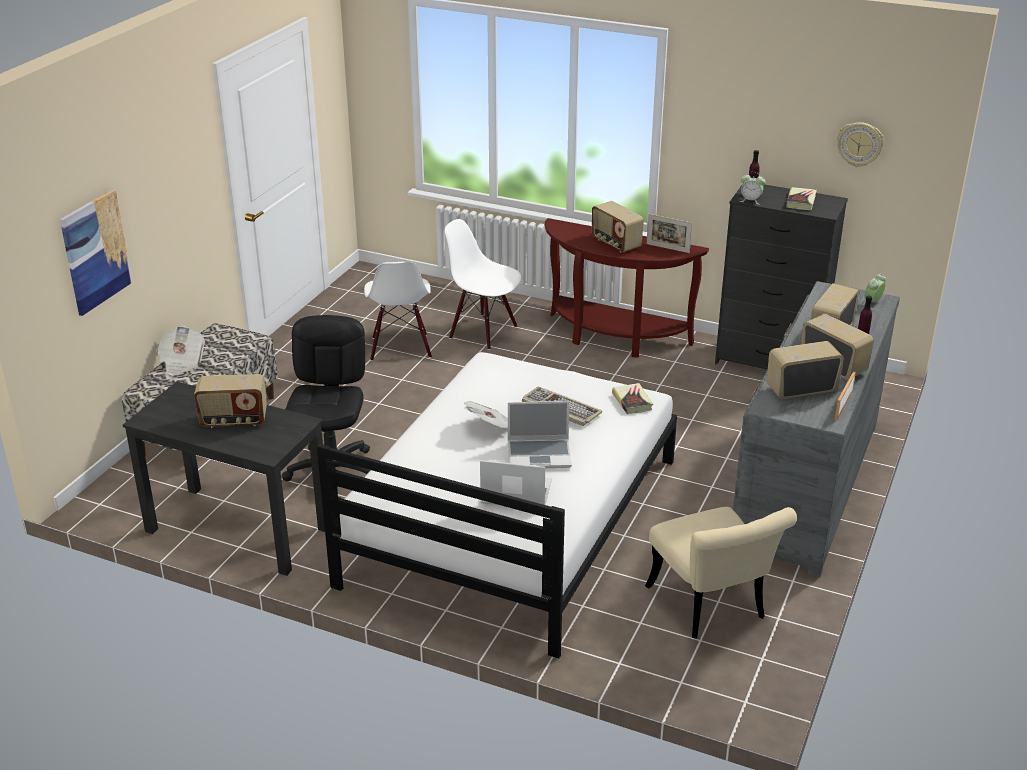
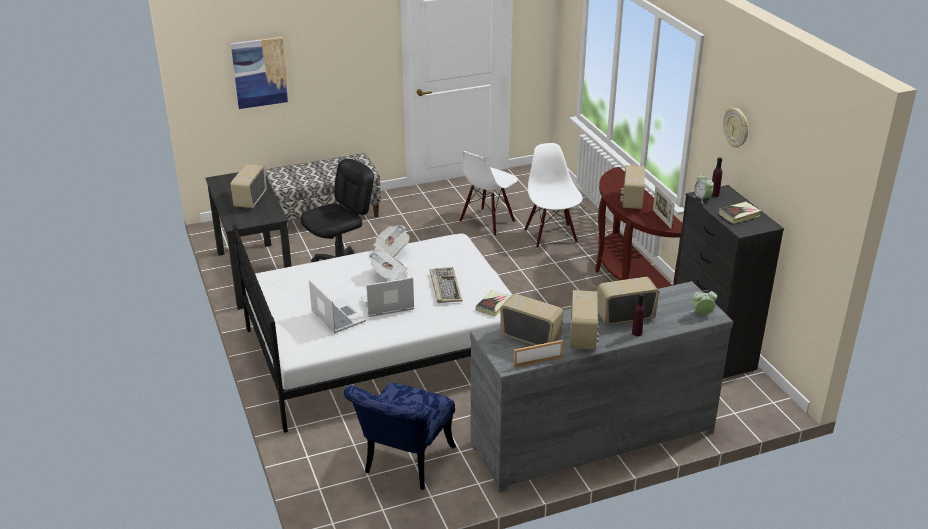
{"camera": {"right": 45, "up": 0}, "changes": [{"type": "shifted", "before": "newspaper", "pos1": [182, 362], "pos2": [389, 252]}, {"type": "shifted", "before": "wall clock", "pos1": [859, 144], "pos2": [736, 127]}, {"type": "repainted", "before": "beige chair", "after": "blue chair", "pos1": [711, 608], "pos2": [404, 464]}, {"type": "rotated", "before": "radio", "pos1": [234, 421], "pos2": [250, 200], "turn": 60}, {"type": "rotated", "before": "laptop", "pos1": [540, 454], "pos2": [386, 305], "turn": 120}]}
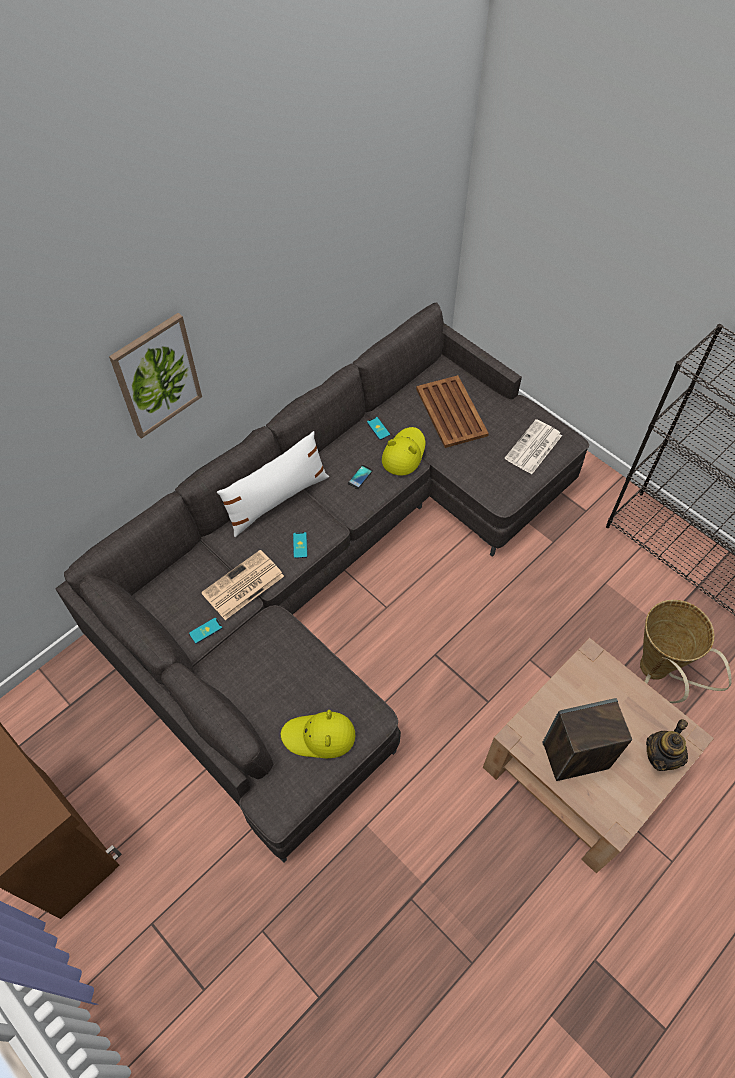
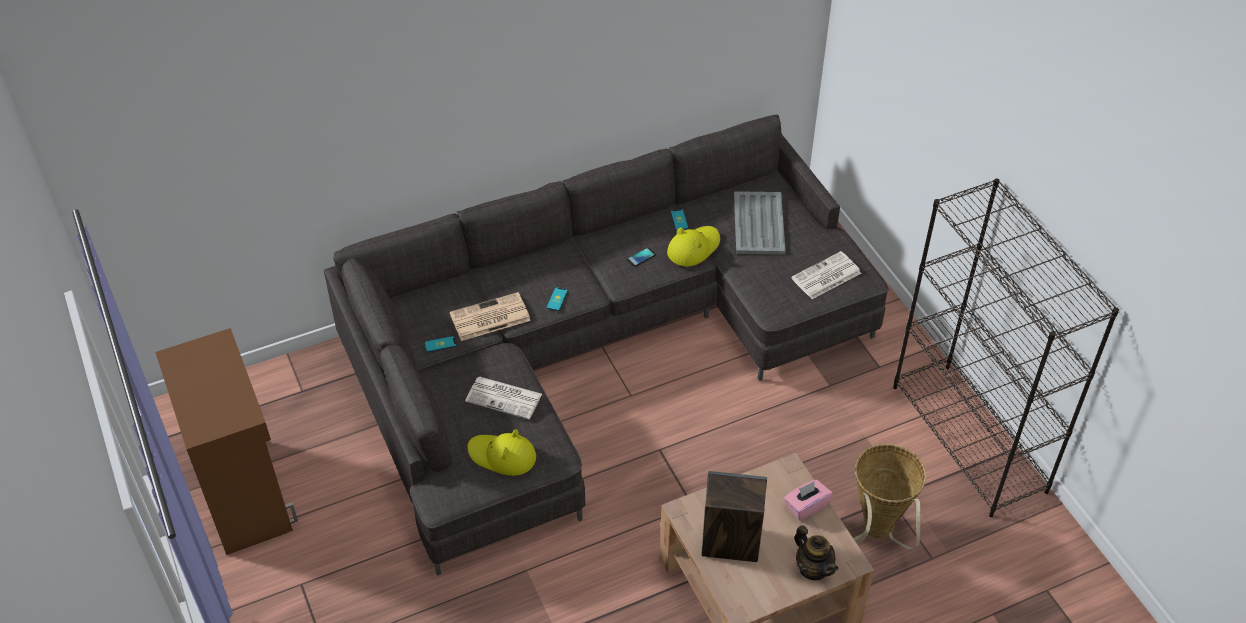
{"camera": {"right": 20, "up": -10}, "changes": [{"type": "gone", "before": "picture", "pos1": [156, 376]}, {"type": "gone", "before": "white pillow", "pos1": [276, 499]}, {"type": "new", "after": "newspaper", "pos2": [505, 398]}, {"type": "new", "after": "pink tissue box", "pos2": [806, 506]}, {"type": "repainted", "before": "brown tray", "after": "grey tray", "pos1": [451, 411], "pos2": [759, 223]}, {"type": "rotated", "before": "teapot", "pos1": [661, 756], "pos2": [813, 568], "turn": -90}]}
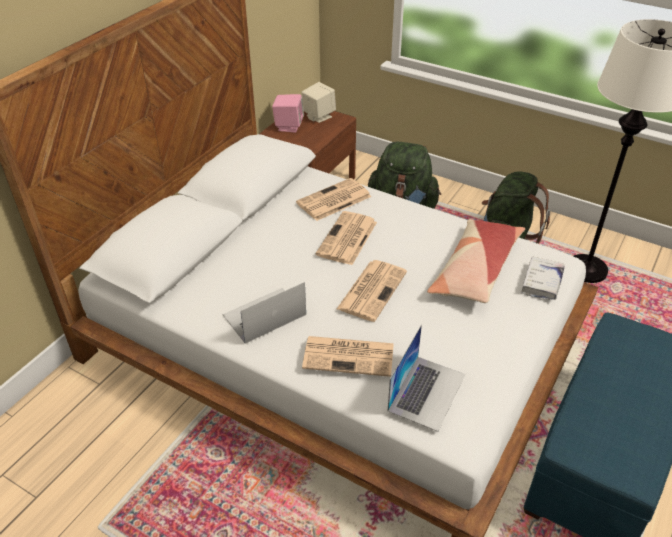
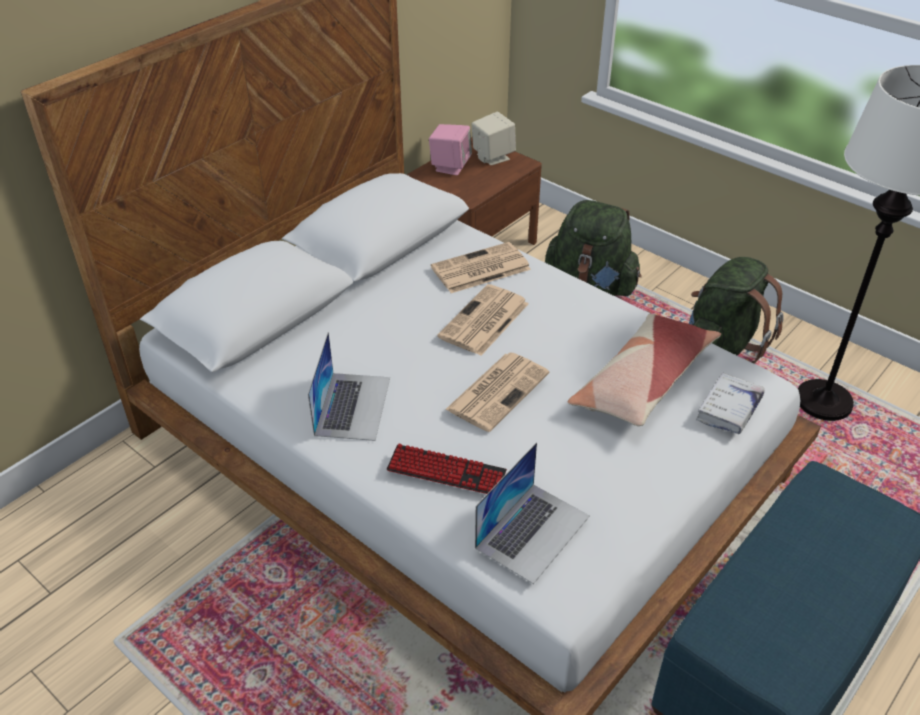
{"camera": {"right": 10, "up": 0}, "changes": [{"type": "swapped", "before": "newspaper", "after": "keyboard", "pos1": [350, 356], "pos2": [446, 471]}, {"type": "rotated", "before": "laptop", "pos1": [264, 315], "pos2": [352, 405], "turn": 120}]}
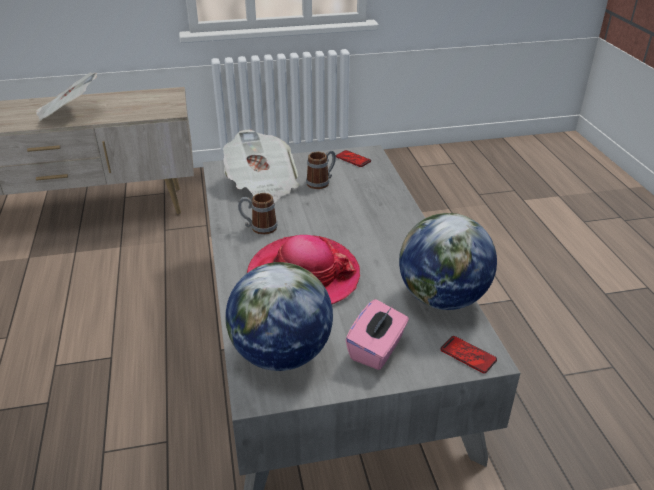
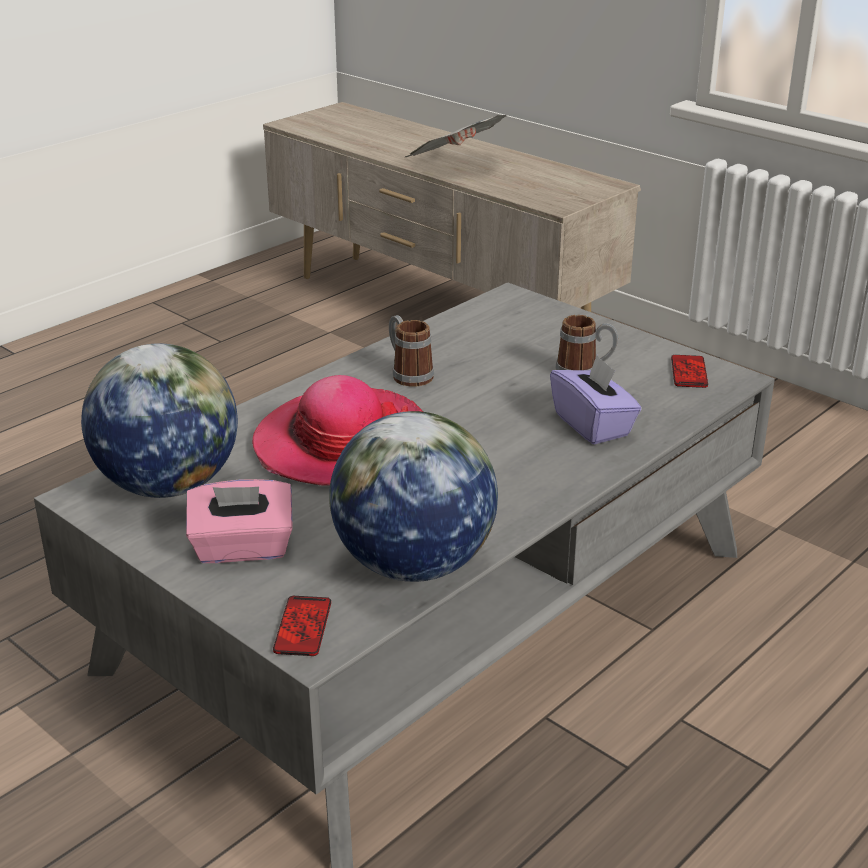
{"camera": {"right": 55, "up": -5}, "changes": [{"type": "gone", "before": "newspaper", "pos1": [262, 185]}, {"type": "new", "after": "purple tissue box", "pos2": [593, 425]}]}
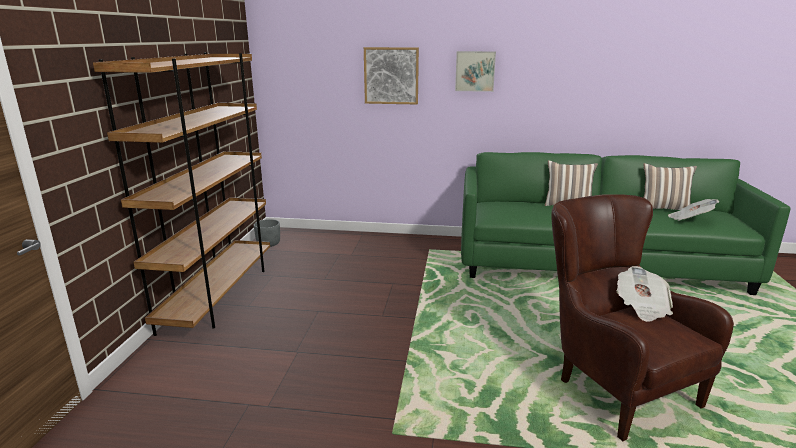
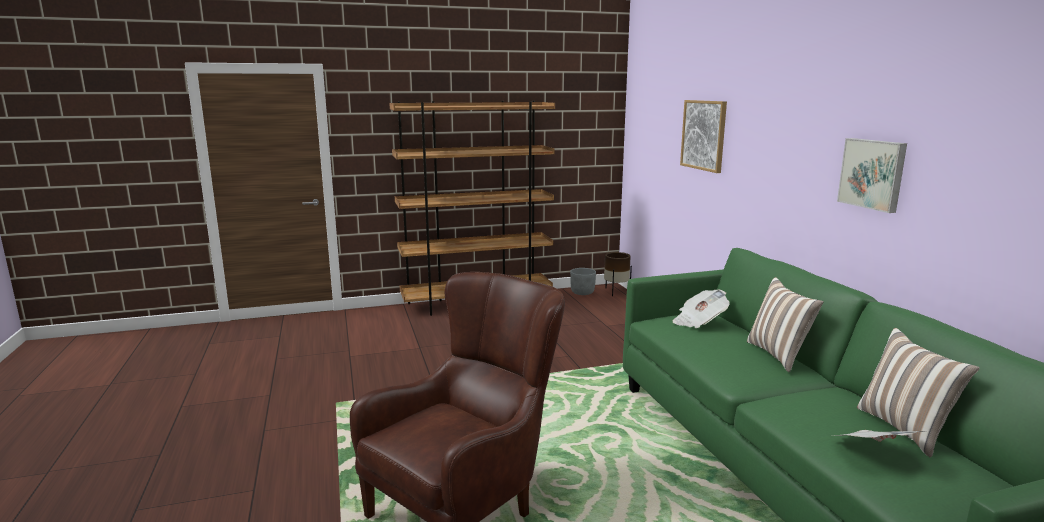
{"camera": {"right": 65, "up": -5}, "changes": [{"type": "new", "after": "brown planter", "pos2": [616, 291]}, {"type": "shifted", "before": "picture", "pos1": [475, 71], "pos2": [873, 174]}, {"type": "shifted", "before": "newspaper", "pos1": [642, 307], "pos2": [699, 322]}]}
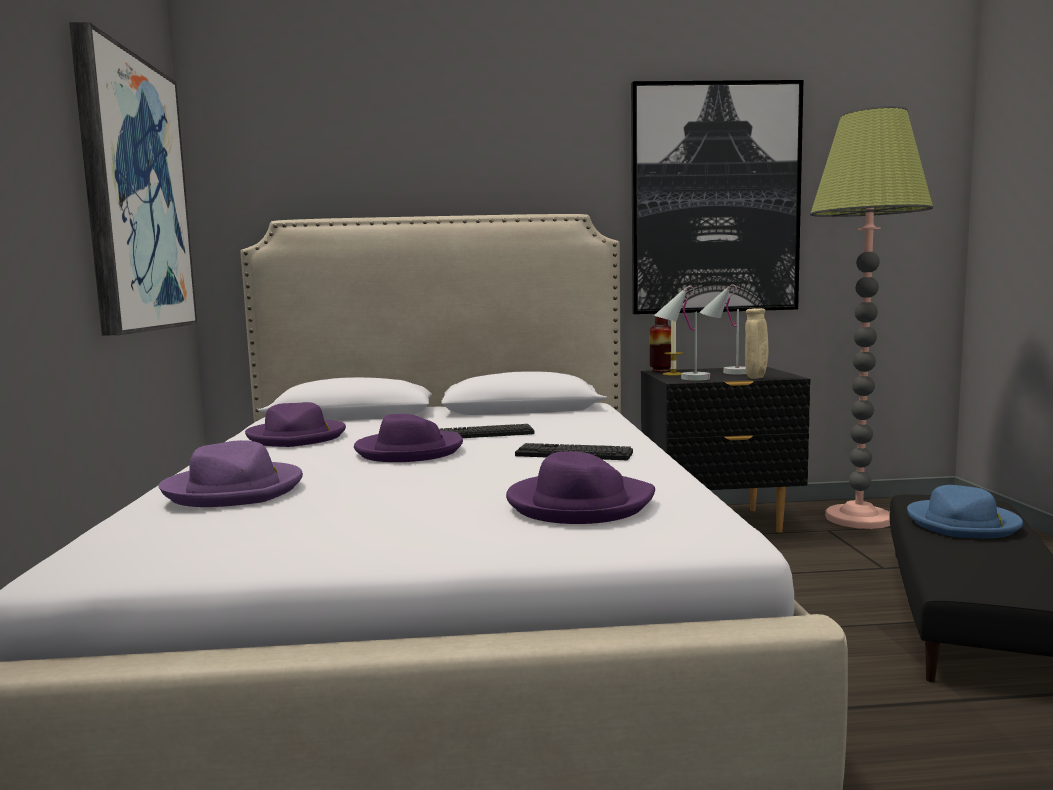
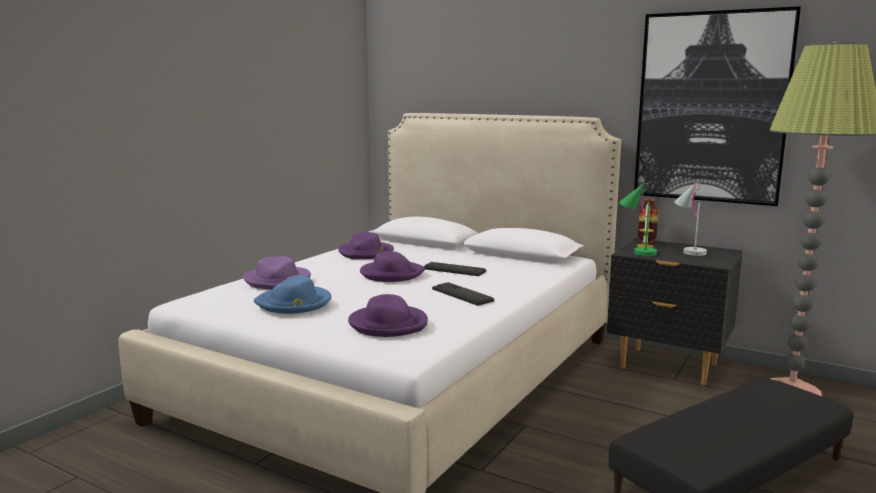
{"camera": {"right": 35, "up": 5}, "changes": [{"type": "gone", "before": "picture", "pos1": [134, 196]}, {"type": "gone", "before": "beige vase", "pos1": [756, 378]}, {"type": "shifted", "before": "blue hat", "pos1": [963, 524], "pos2": [294, 303]}, {"type": "repainted", "before": "white table lamp", "after": "green table lamp", "pos1": [681, 378], "pos2": [635, 252]}]}
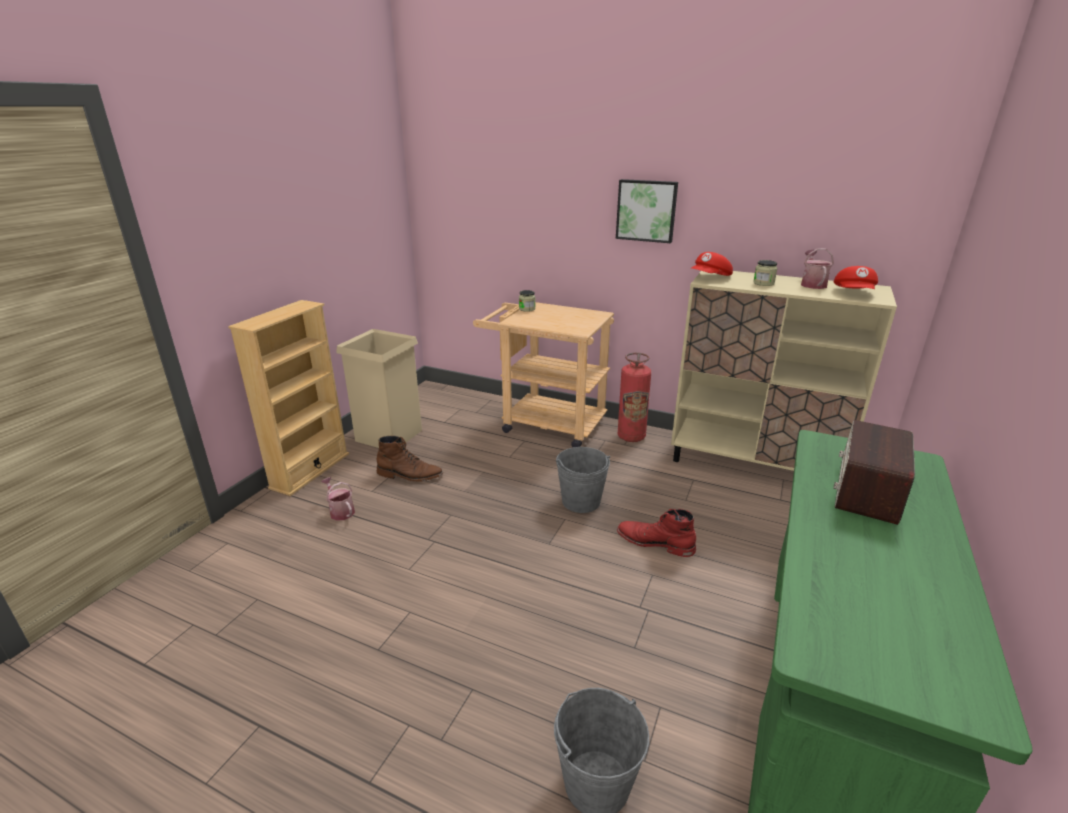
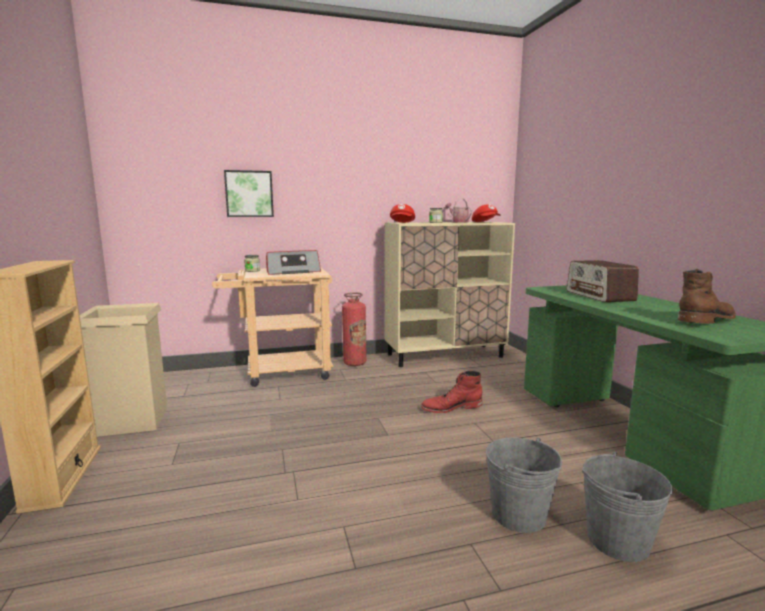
{"camera": {"right": -40, "up": -15}, "changes": [{"type": "gone", "before": "watering can", "pos1": [340, 511]}, {"type": "new", "after": "radio", "pos2": [292, 272]}, {"type": "shifted", "before": "brown boot", "pos1": [410, 475], "pos2": [707, 320]}, {"type": "shifted", "before": "grey bucket", "pos1": [581, 501], "pos2": [518, 515]}, {"type": "shifted", "before": "picture", "pos1": [646, 210], "pos2": [249, 194]}]}
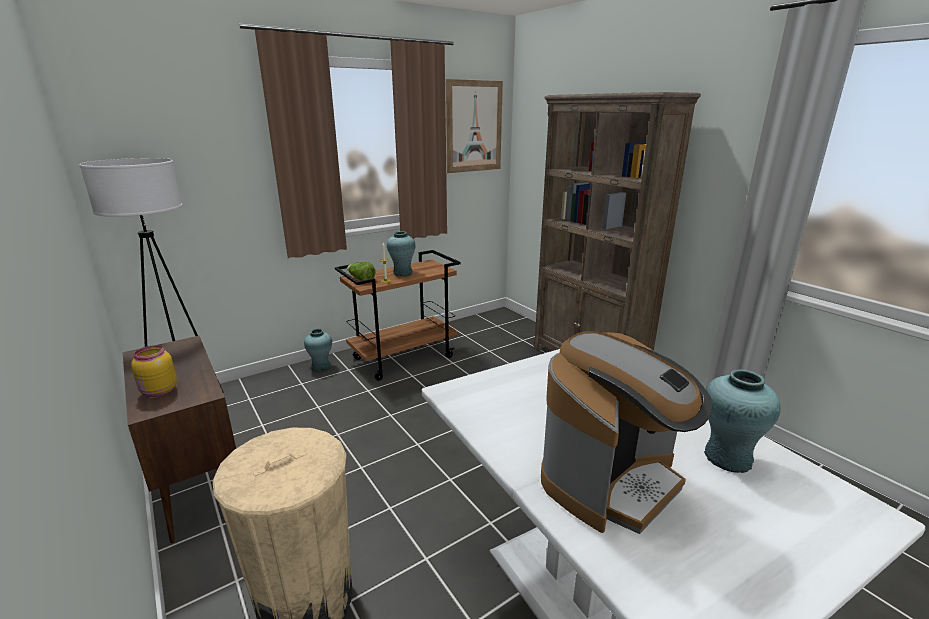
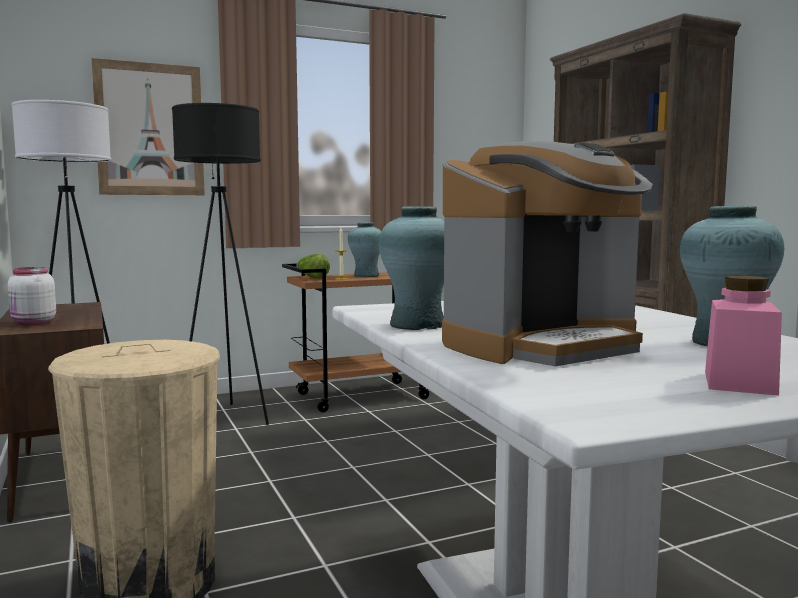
{"camera": {"right": 10, "up": -15}, "changes": [{"type": "new", "after": "black floor lamp", "pos2": [226, 418]}, {"type": "new", "after": "pink jar", "pos2": [739, 383]}, {"type": "shifted", "before": "turquoise vase", "pos1": [321, 366], "pos2": [418, 325]}, {"type": "shifted", "before": "picture", "pos1": [474, 127], "pos2": [150, 130]}, {"type": "repainted", "before": "yellow jar", "after": "white jar", "pos1": [159, 391], "pos2": [33, 323]}]}
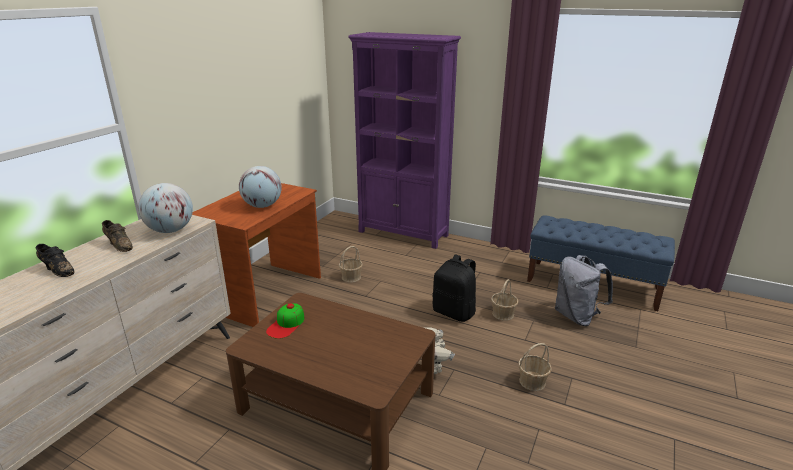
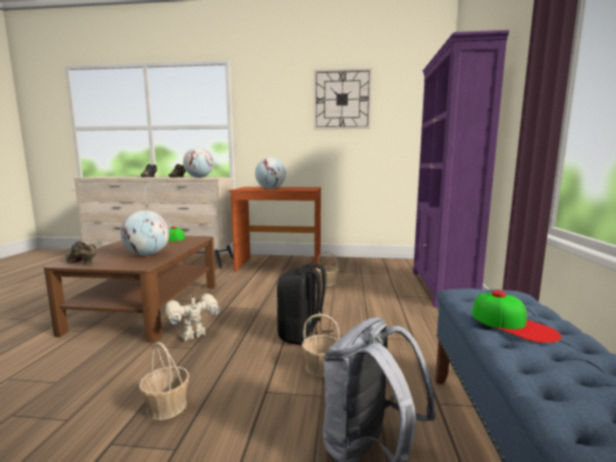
{"camera": {"right": 70, "up": -15}, "changes": [{"type": "new", "after": "brown shoe", "pos2": [81, 263]}, {"type": "new", "after": "globe", "pos2": [147, 255]}, {"type": "new", "after": "wall clock", "pos2": [342, 99]}, {"type": "new", "after": "cap", "pos2": [513, 324]}]}
